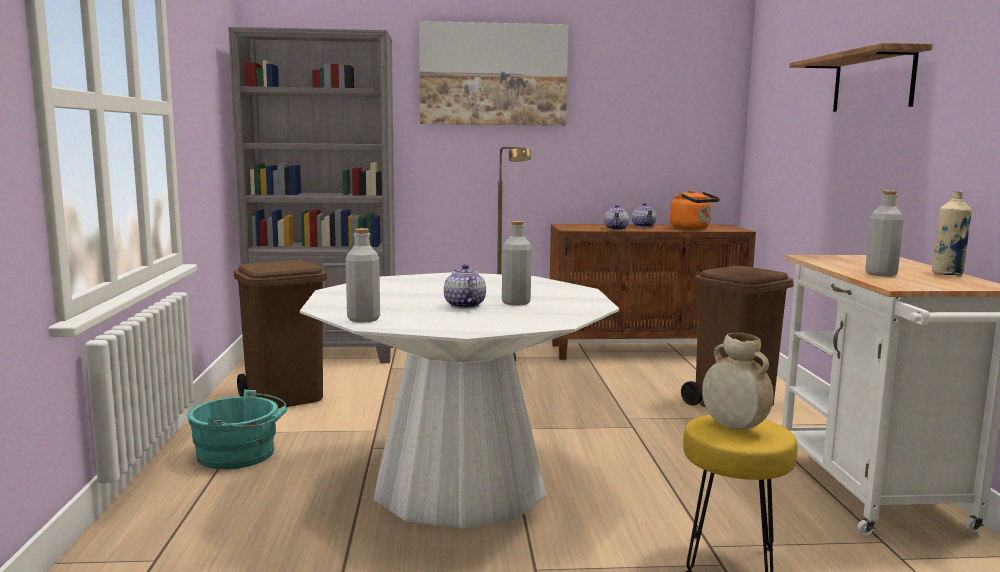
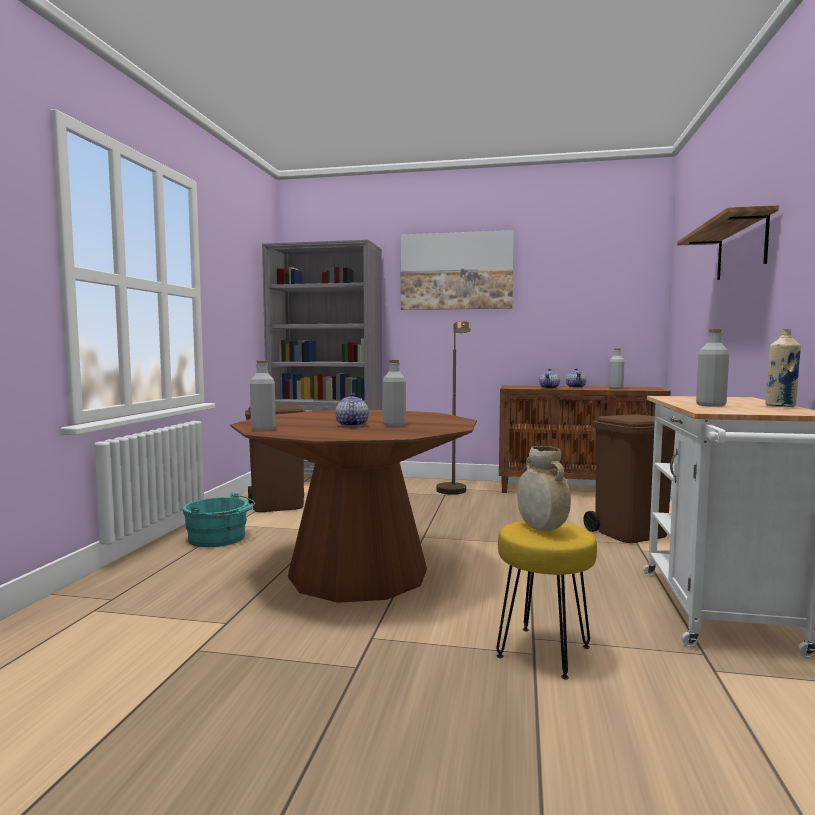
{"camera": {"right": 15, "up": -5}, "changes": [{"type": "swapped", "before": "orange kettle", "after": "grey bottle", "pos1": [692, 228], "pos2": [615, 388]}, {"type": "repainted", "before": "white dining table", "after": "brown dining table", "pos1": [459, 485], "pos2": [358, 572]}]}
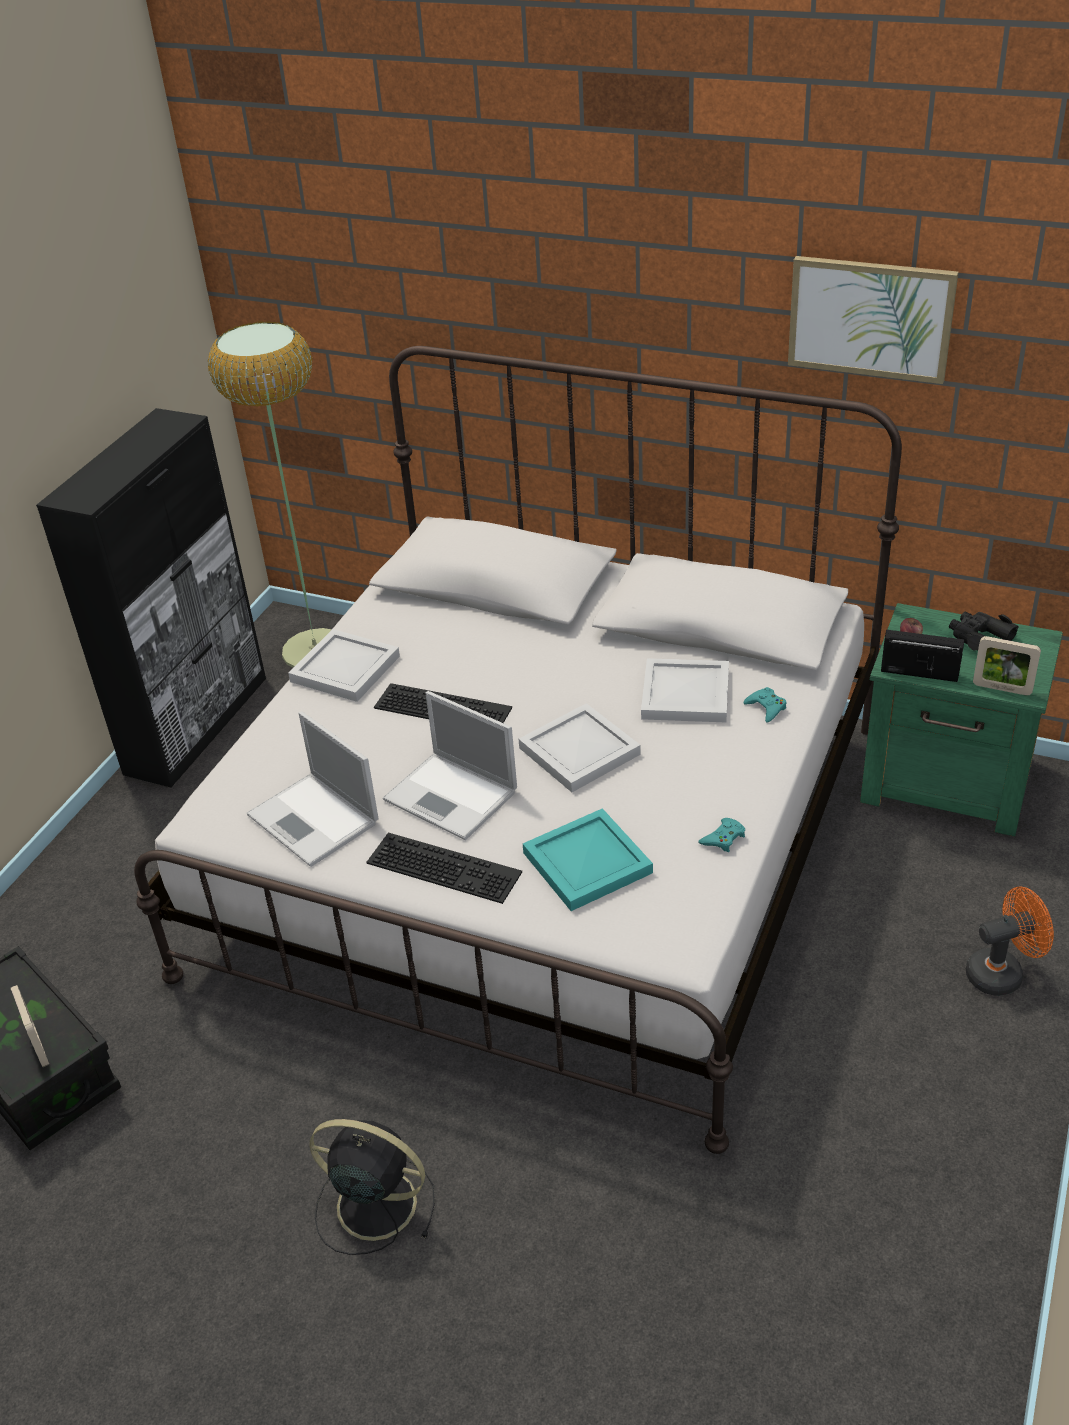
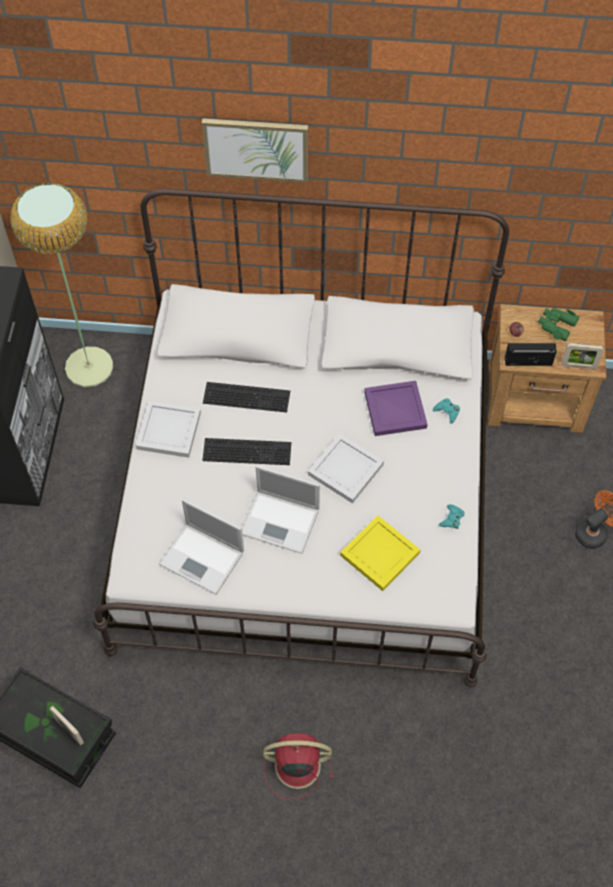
{"camera": {"right": -20, "up": 20}, "changes": [{"type": "shifted", "before": "keyboard", "pos1": [446, 866], "pos2": [247, 396]}, {"type": "shifted", "before": "picture", "pos1": [870, 318], "pos2": [256, 149]}, {"type": "repainted", "before": "black fan", "after": "red fan", "pos1": [373, 1203], "pos2": [295, 766]}, {"type": "repainted", "before": "turquoise tray", "after": "yellow tray", "pos1": [586, 864], "pos2": [380, 555]}, {"type": "repainted", "before": "white tray", "after": "purple tray", "pos1": [687, 695], "pos2": [396, 410]}, {"type": "repainted", "before": "green nightstand", "after": "brown nightstand", "pos1": [949, 782], "pos2": [536, 399]}, {"type": "repainted", "before": "black binoculars", "after": "green binoculars", "pos1": [979, 637], "pos2": [556, 325]}]}
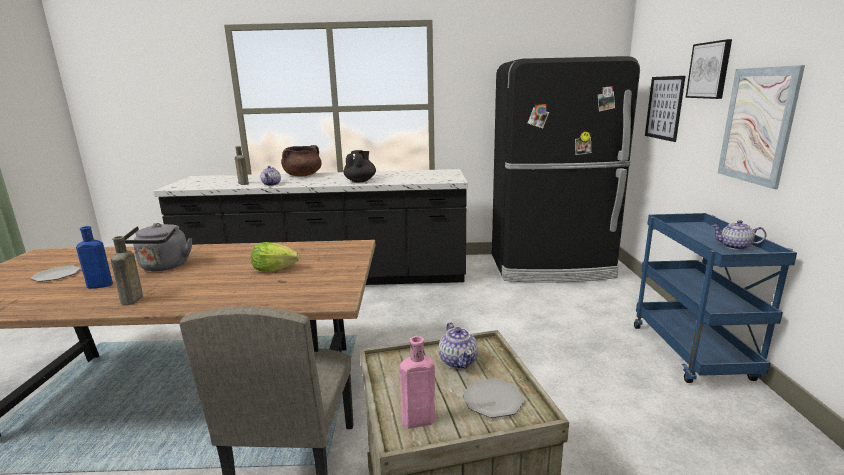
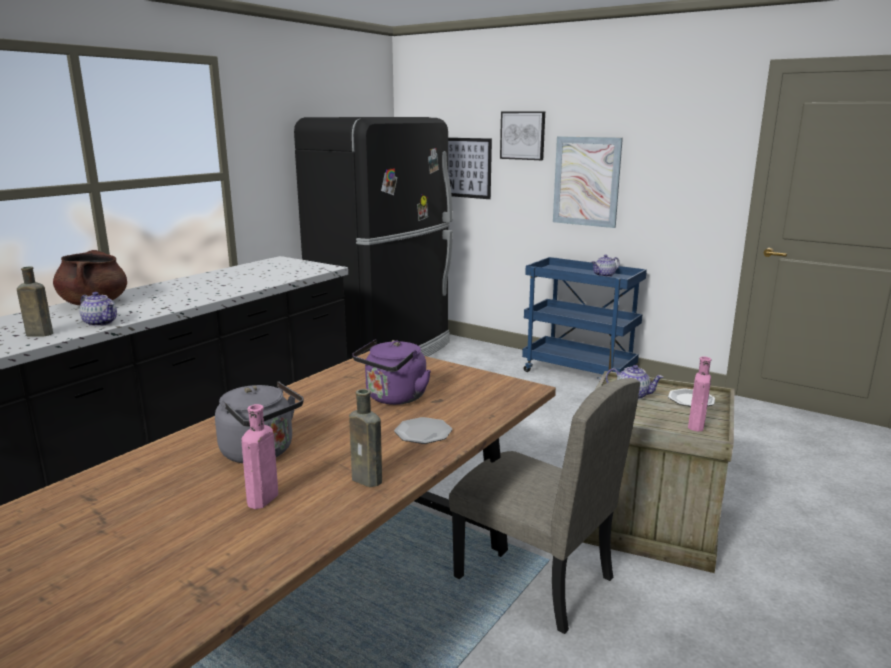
{"camera": {"right": -55, "up": 0}, "changes": [{"type": "gone", "before": "black teapot", "pos1": [360, 181]}, {"type": "shifted", "before": "plate", "pos1": [56, 275], "pos2": [422, 433]}, {"type": "swapped", "before": "lettuce", "after": "purple kettle", "pos1": [274, 269], "pos2": [394, 398]}, {"type": "repainted", "before": "blue bottle", "after": "pink bottle", "pos1": [98, 285], "pos2": [261, 500]}]}
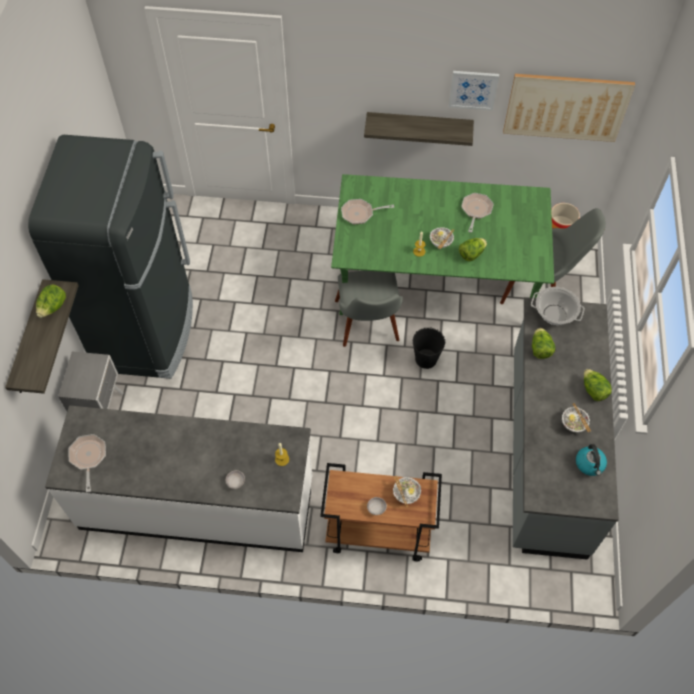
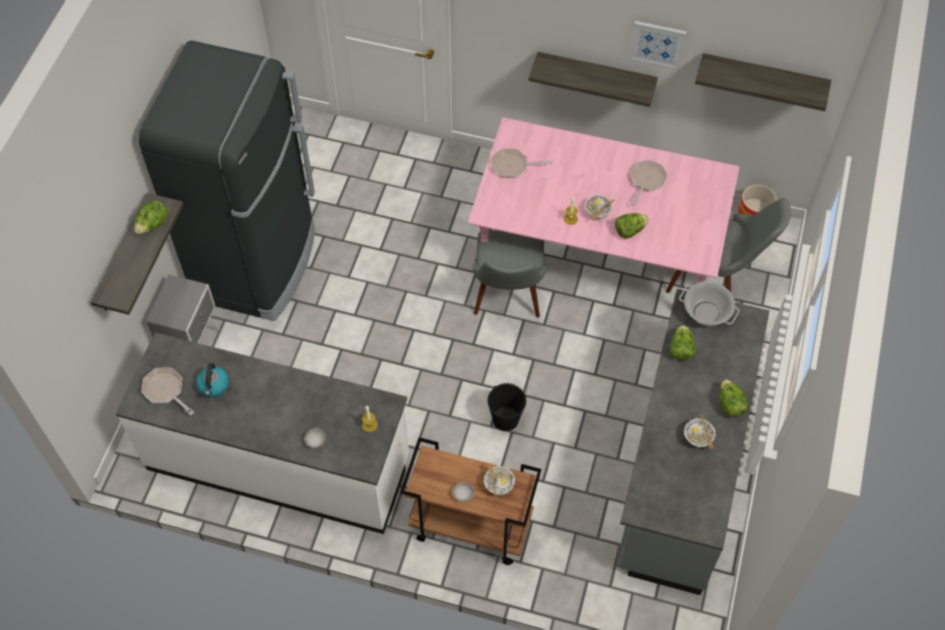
{"camera": {"right": 10, "up": 0}, "changes": [{"type": "shifted", "before": "black bucket", "pos1": [426, 359], "pos2": [505, 419]}, {"type": "shifted", "before": "kettle", "pos1": [590, 464], "pos2": [214, 386]}, {"type": "swapped", "before": "picture", "after": "shelf", "pos1": [566, 107], "pos2": [763, 78]}, {"type": "repainted", "before": "green dining table", "after": "pink dining table", "pos1": [435, 281], "pos2": [596, 255]}, {"type": "rotated", "before": "frying pan", "pos1": [88, 457], "pos2": [166, 390], "turn": -45}]}
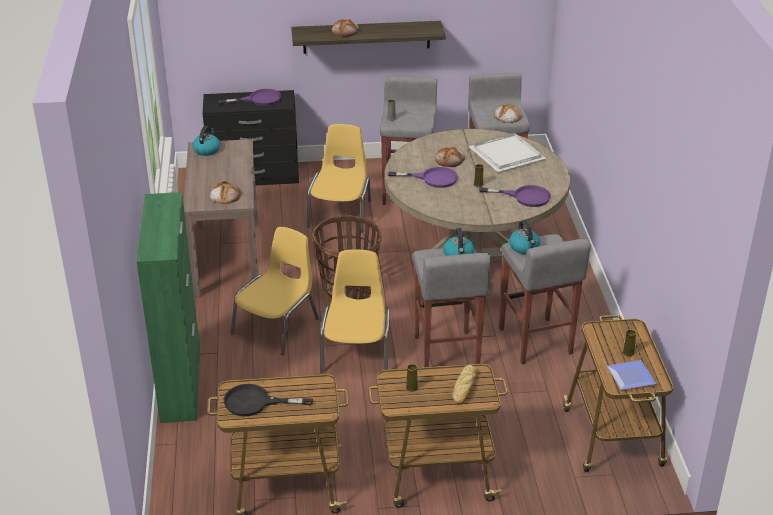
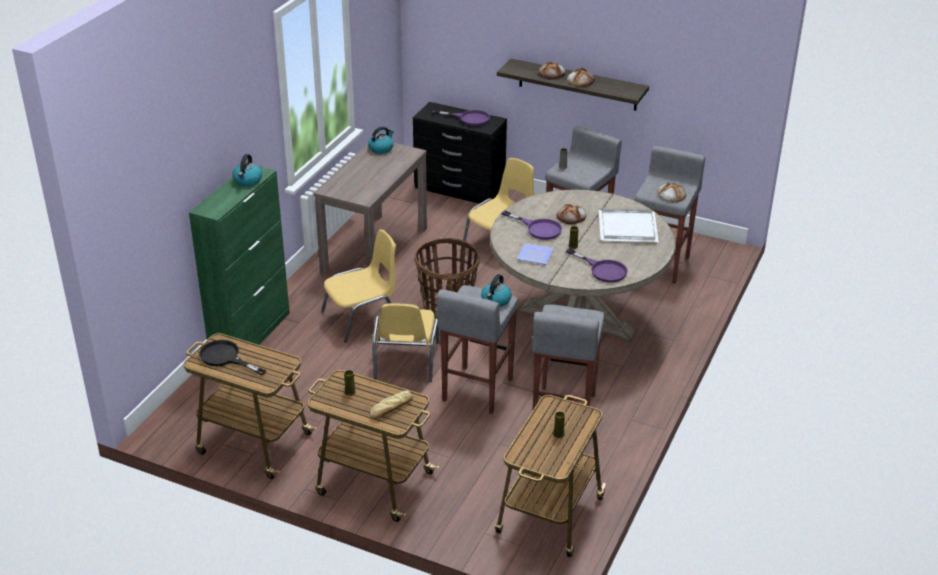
{"camera": {"right": 30, "up": 0}, "changes": [{"type": "shifted", "before": "bread", "pos1": [225, 195], "pos2": [580, 81]}, {"type": "shifted", "before": "kettle", "pos1": [524, 247], "pos2": [247, 180]}, {"type": "shifted", "before": "plate", "pos1": [630, 378], "pos2": [534, 256]}, {"type": "rotated", "before": "yellow chair", "pos1": [357, 351], "pos2": [405, 361], "turn": 150}]}
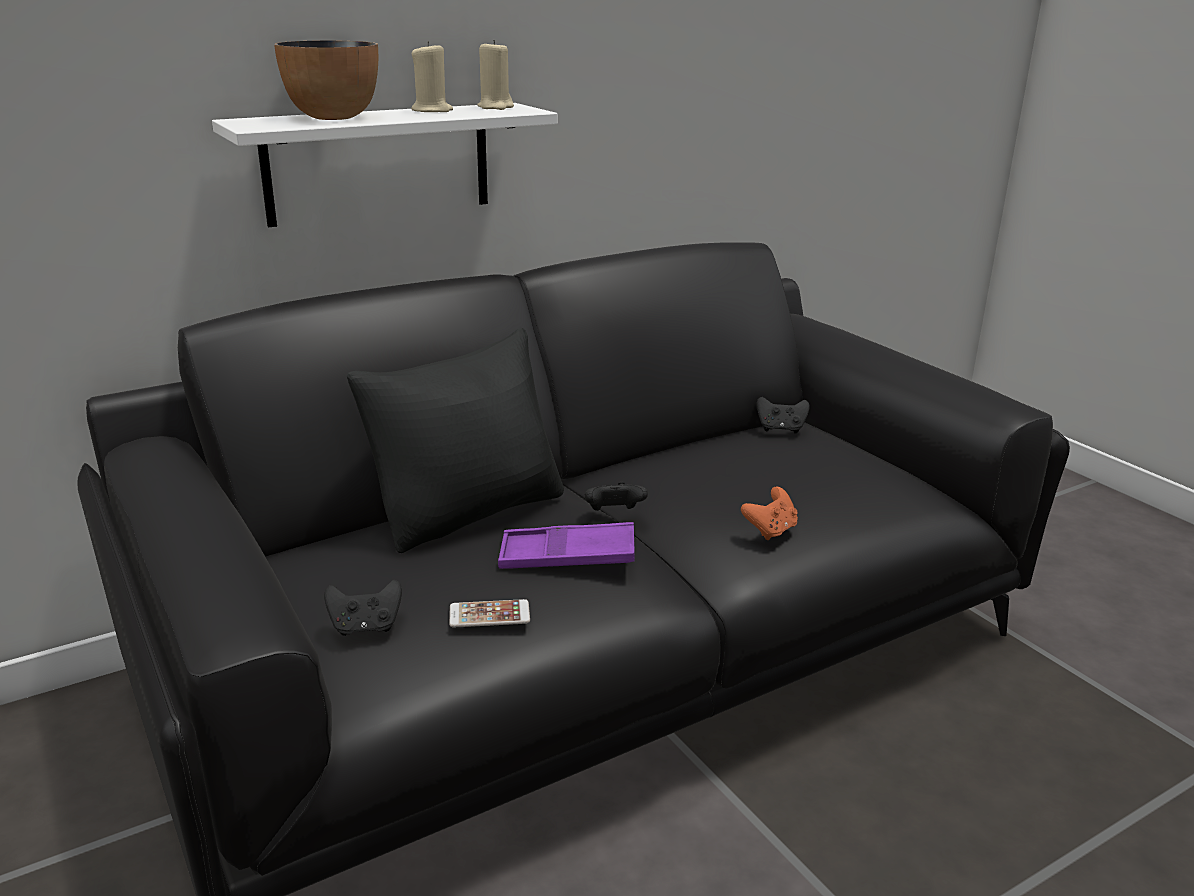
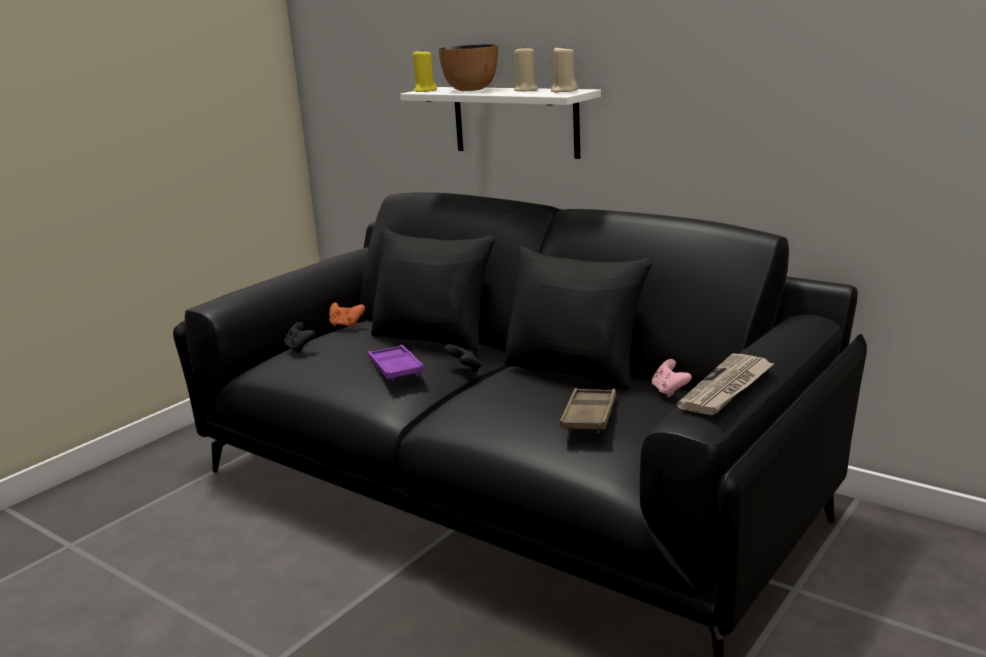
{"camera": {"right": 70, "up": -5}, "changes": [{"type": "gone", "before": "phone", "pos1": [489, 614]}, {"type": "new", "after": "yellow candle", "pos2": [425, 90]}, {"type": "new", "after": "black pillow", "pos2": [574, 371]}, {"type": "new", "after": "brown tray", "pos2": [589, 416]}, {"type": "new", "after": "newspaper", "pos2": [727, 388]}, {"type": "shifted", "before": "orange game controller", "pos1": [770, 530], "pos2": [346, 325]}, {"type": "repainted", "before": "black game controller", "after": "pink game controller", "pos1": [780, 429], "pos2": [669, 391]}]}
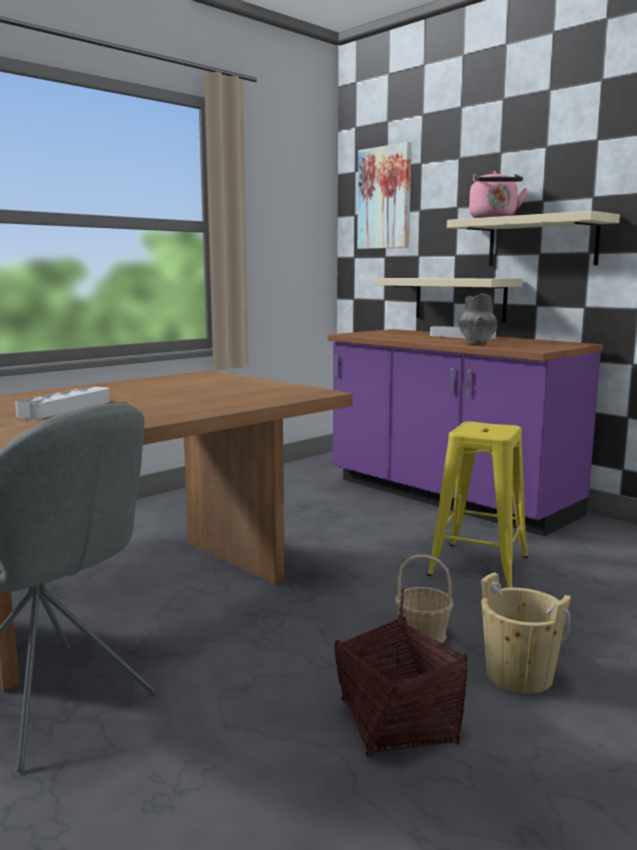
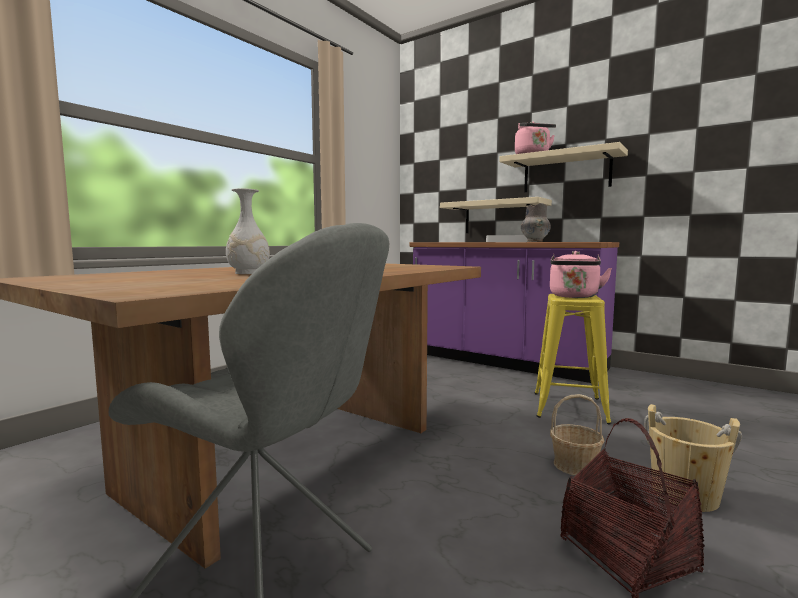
{"camera": {"right": -10, "up": -5}, "changes": [{"type": "gone", "before": "picture", "pos1": [385, 198]}, {"type": "new", "after": "pink kettle", "pos2": [574, 297]}, {"type": "swapped", "before": "grey tray", "after": "white vase", "pos1": [65, 408], "pos2": [248, 273]}]}
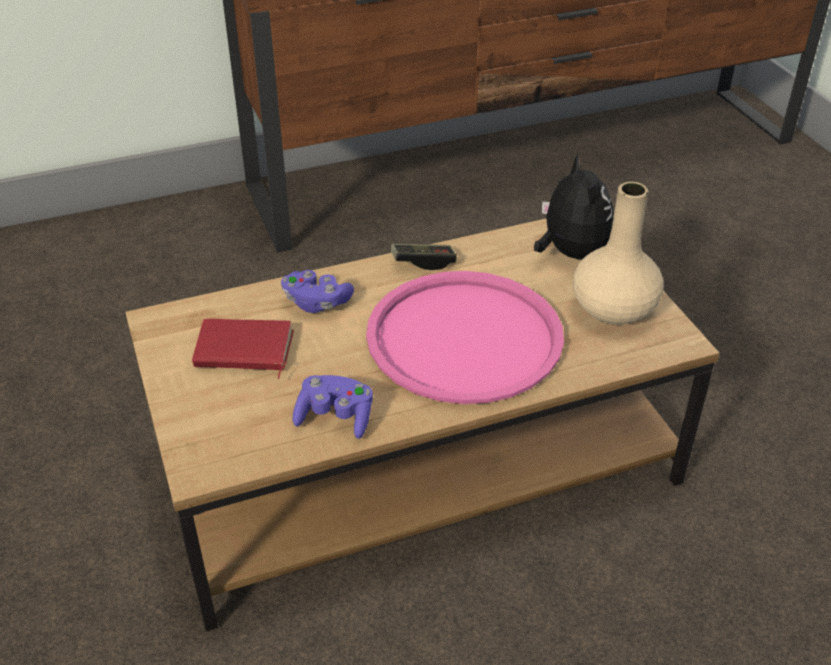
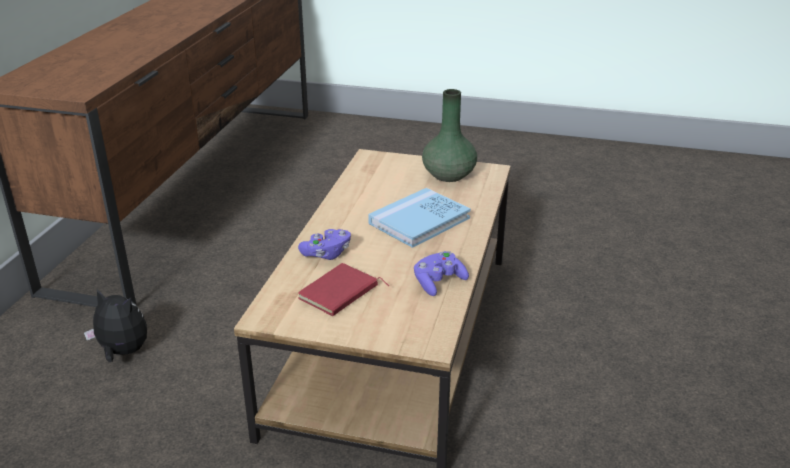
{"camera": {"right": -55, "up": -10}, "changes": [{"type": "gone", "before": "game controller", "pos1": [423, 262]}, {"type": "shifted", "before": "plush toy", "pos1": [570, 252], "pos2": [122, 352]}, {"type": "swapped", "before": "pink tray", "after": "blue book", "pos1": [465, 338], "pos2": [419, 221]}, {"type": "repainted", "before": "beige vase", "after": "green vase", "pos1": [612, 310], "pos2": [448, 175]}]}
